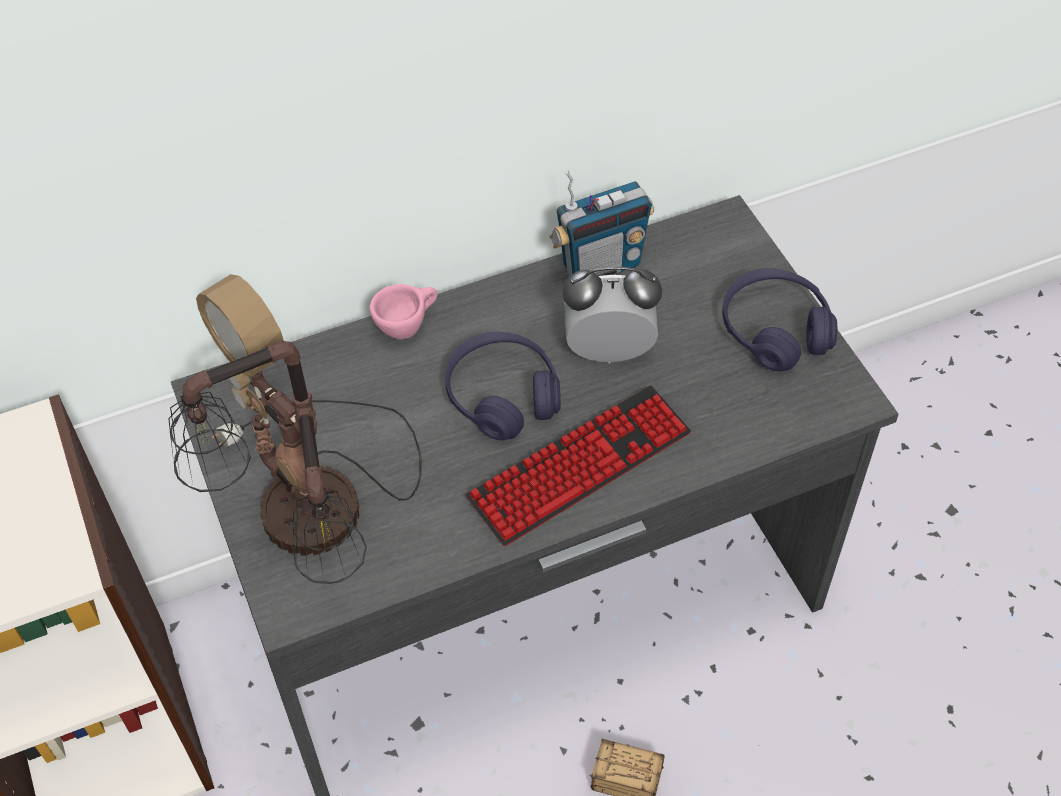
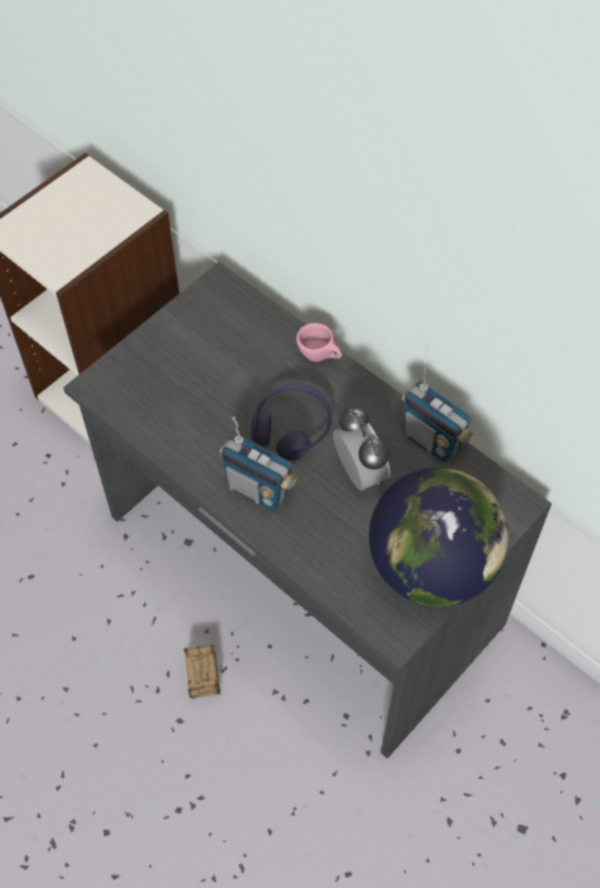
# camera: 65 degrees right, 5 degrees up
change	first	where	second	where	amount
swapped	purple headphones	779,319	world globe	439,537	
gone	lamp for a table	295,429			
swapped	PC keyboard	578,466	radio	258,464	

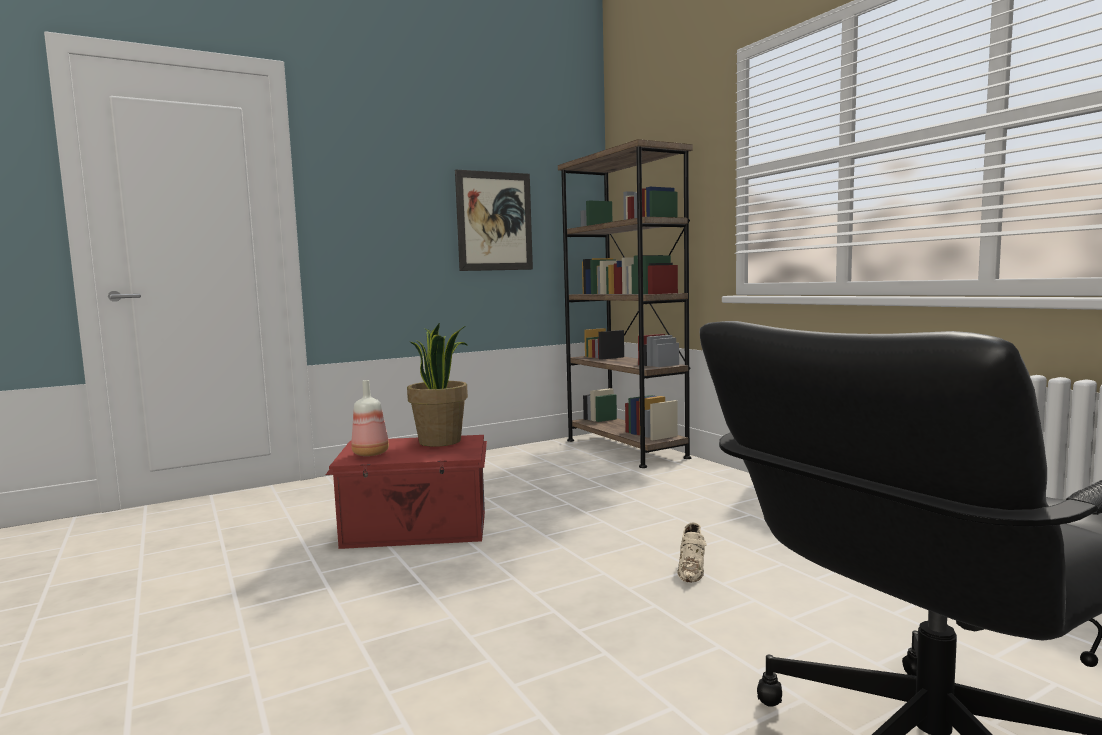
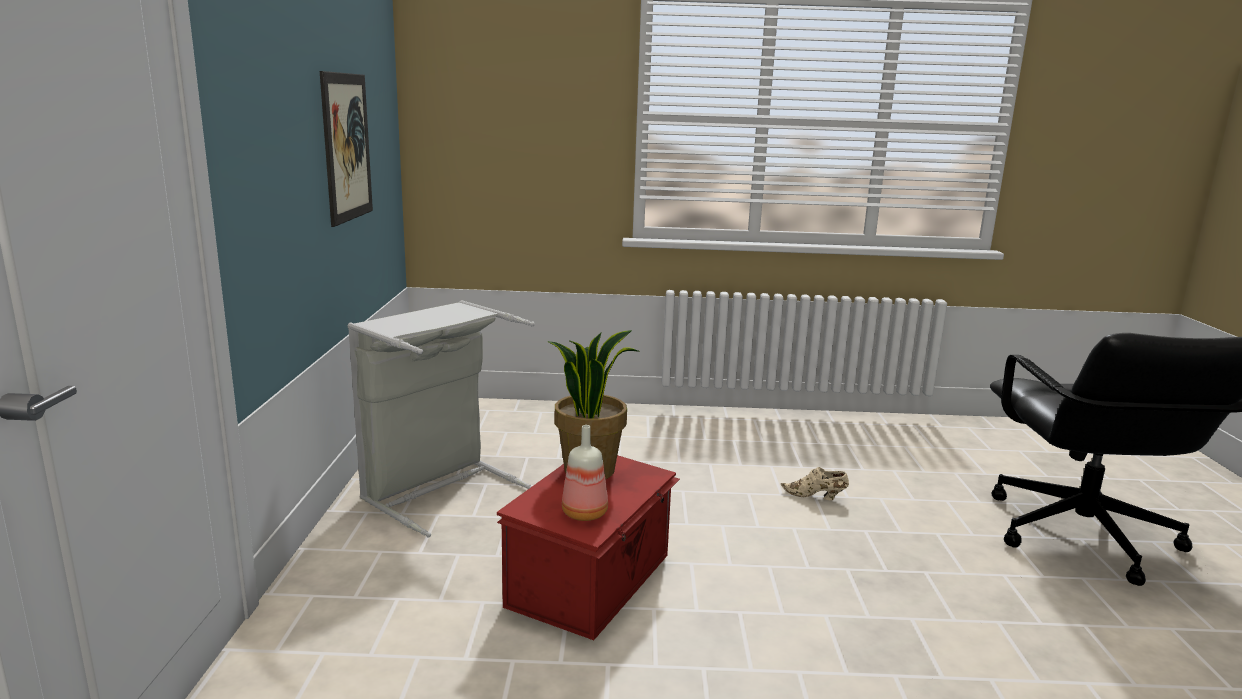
# camera: 60 degrees left, 10 degrees up
change	first	where	second	where	amount
gone	brown bookshelf	625,303			
rotated	sand-coloured item of footwear	692,552		815,483	150 degrees clockwise
new			greyish laundry basket	441,418	

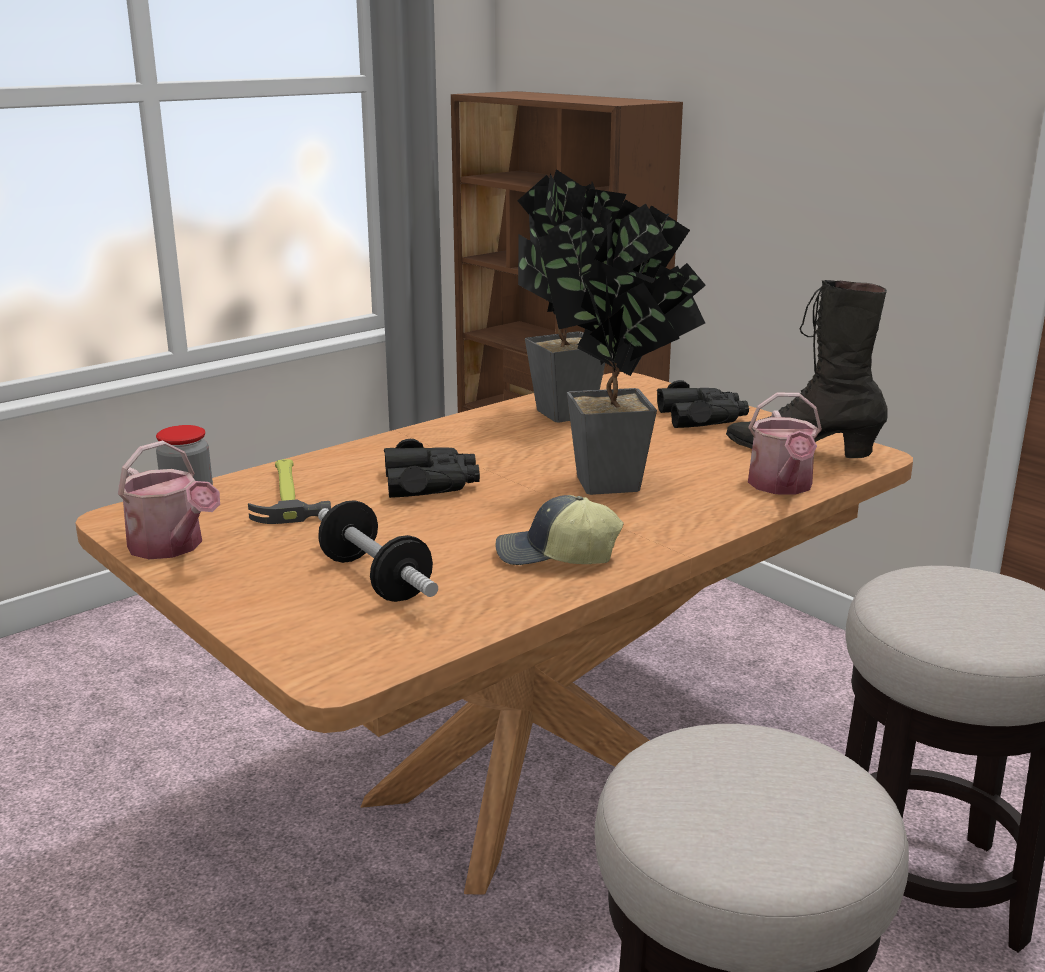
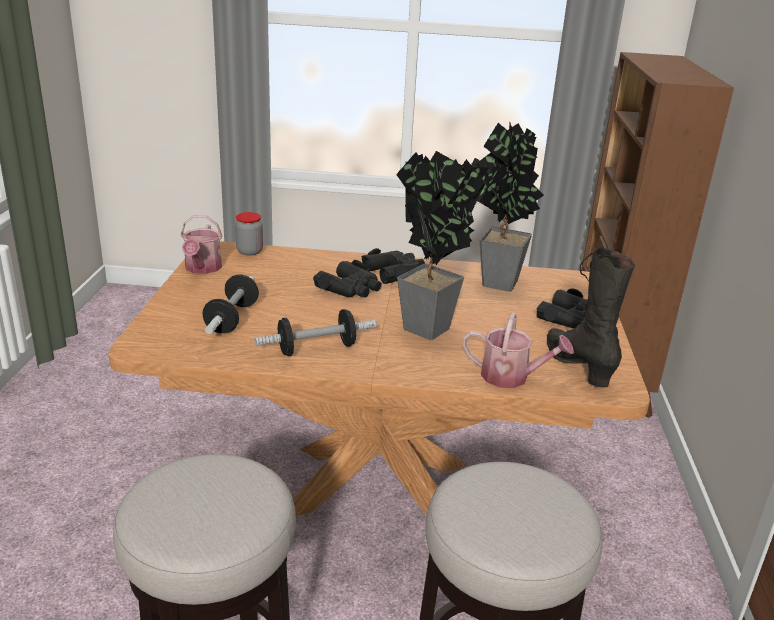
# camera: 45 degrees right, 5 degrees up
change	first	where	second	where	amount
rotated	watering pot	785,444		518,350	120 degrees counterclockwise
gone	tool hammer	289,491			
swapped	cap	559,530	dumbbell	315,332	
new			blackish binoculars	393,266	

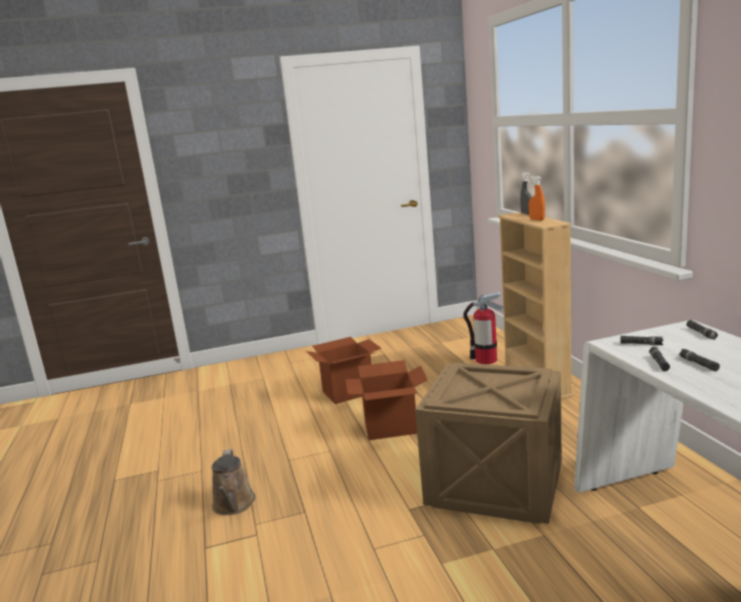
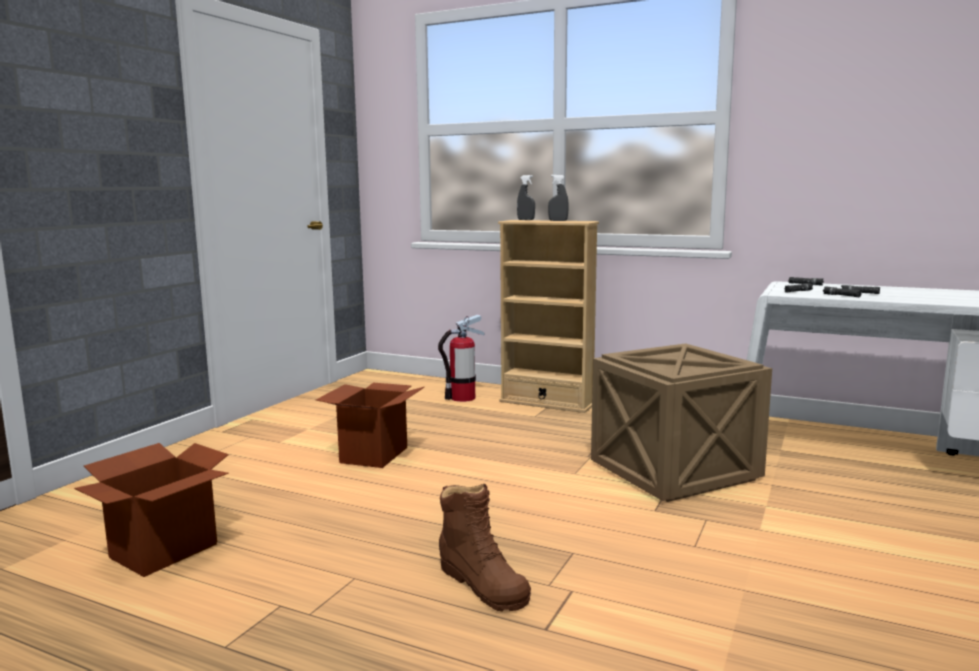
# camera: 50 degrees left, 5 degrees down
change	first	where	second	where	amount
repainted	orange hand sprayer	537,198	greyish hand sprayer	558,198	
shifted	cardboard box	386,400		151,510	
swapped	brown watering pot	234,482	brown tall boot	485,547	

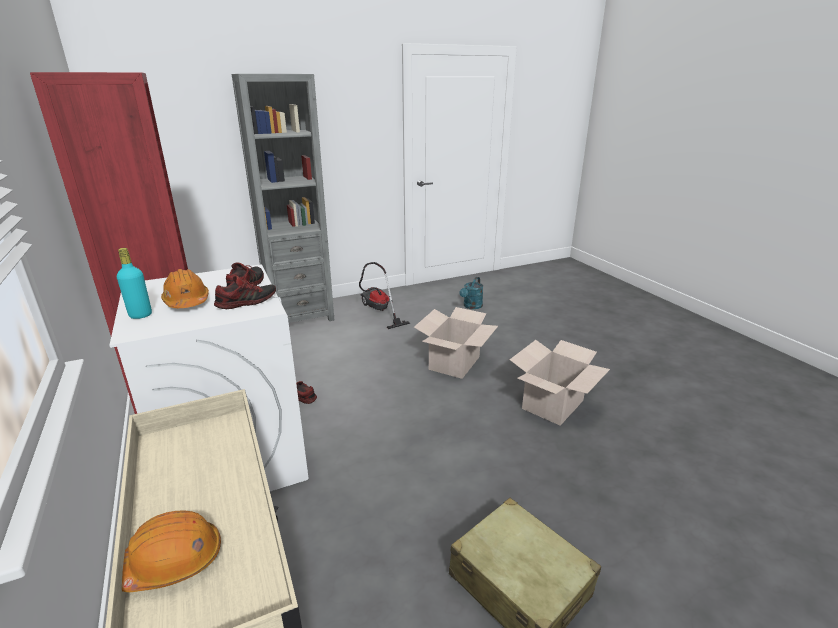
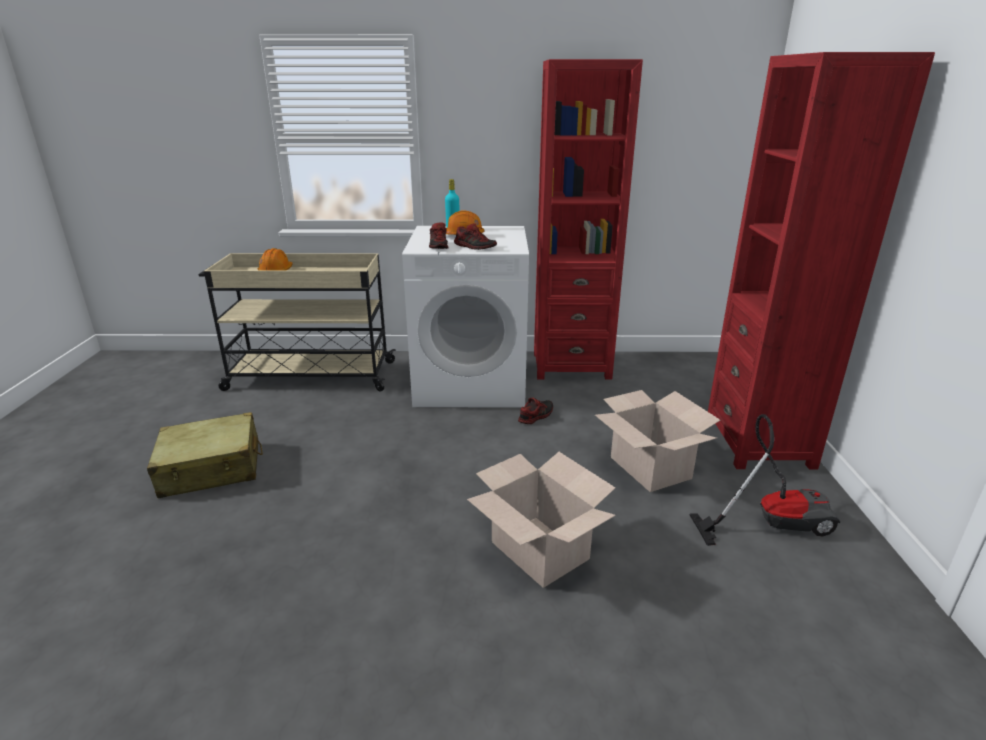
# camera: 115 degrees right, 0 degrees up
change	first	where	second	where	amount
repainted	greyish bookshelf	283,198	red bookshelf	821,261	
gone	turquoise watering pot	471,293			
shifted	cardboard box	560,383		657,441	

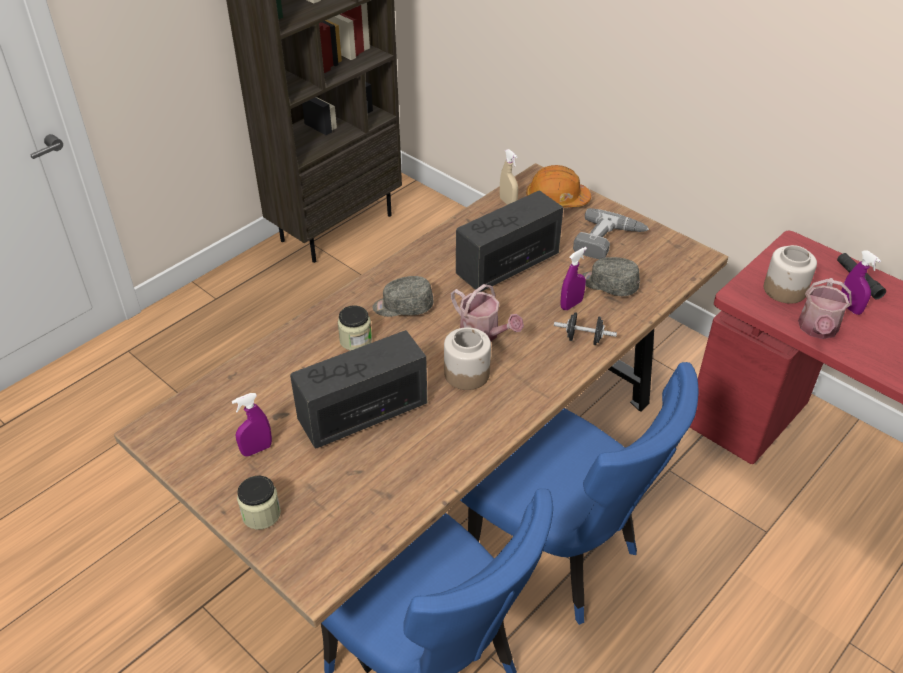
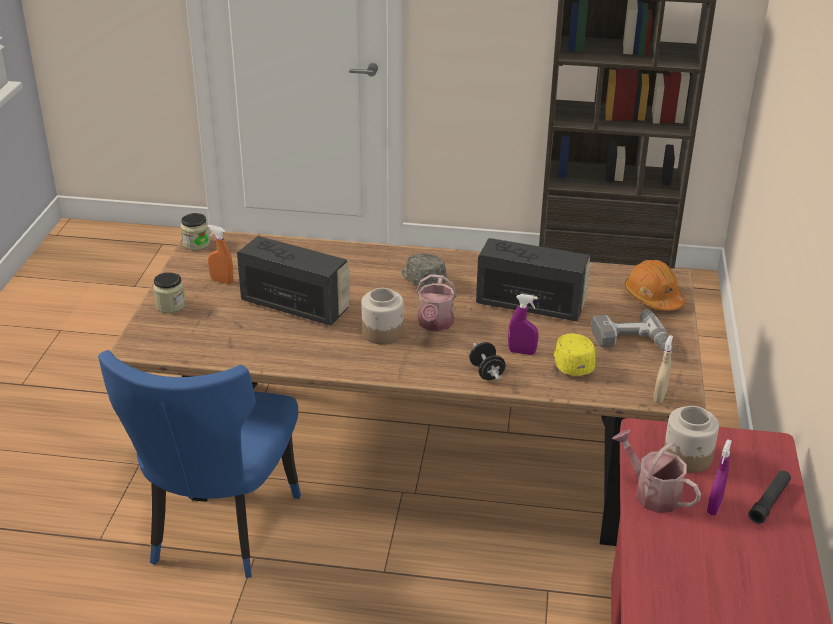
# camera: 55 degrees right, 10 degrees down
change	first	where	second	where	amount
shifted	sand-coloured hand sprayer	509,177		663,369	
repainted	greyish cap	611,276	yellowish cap	574,355	
rotated	watering pot	825,308		656,471	60 degrees clockwise
shifted	storage jar	355,328		195,231	
gone	bluish upright chair	579,493			
repainted	purple hand sprayer	252,424	orange hand sprayer	220,254	

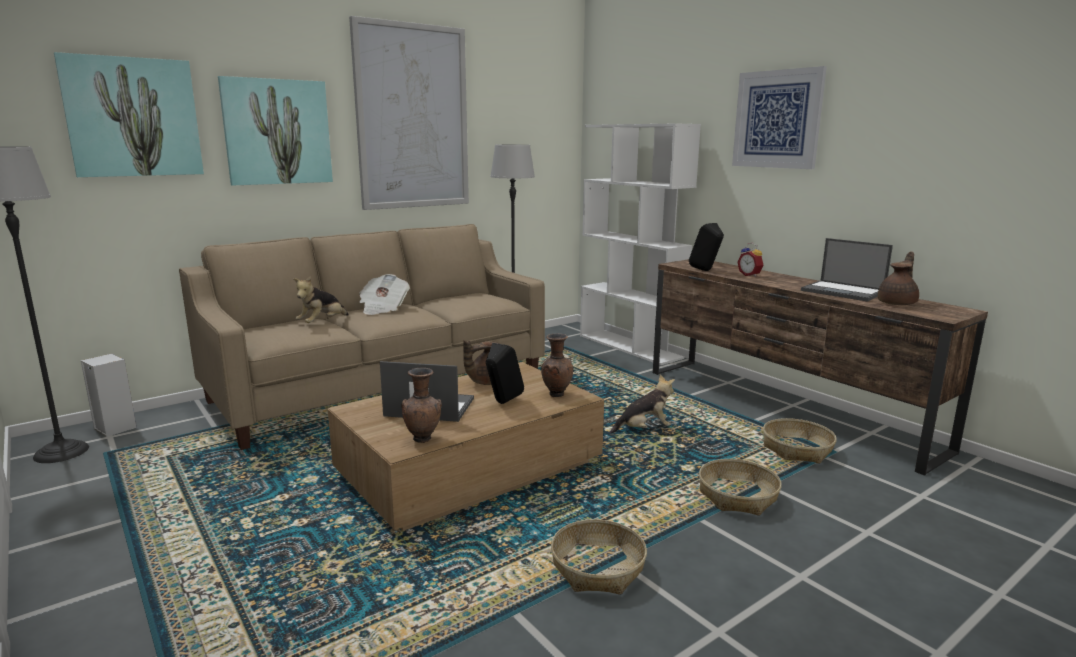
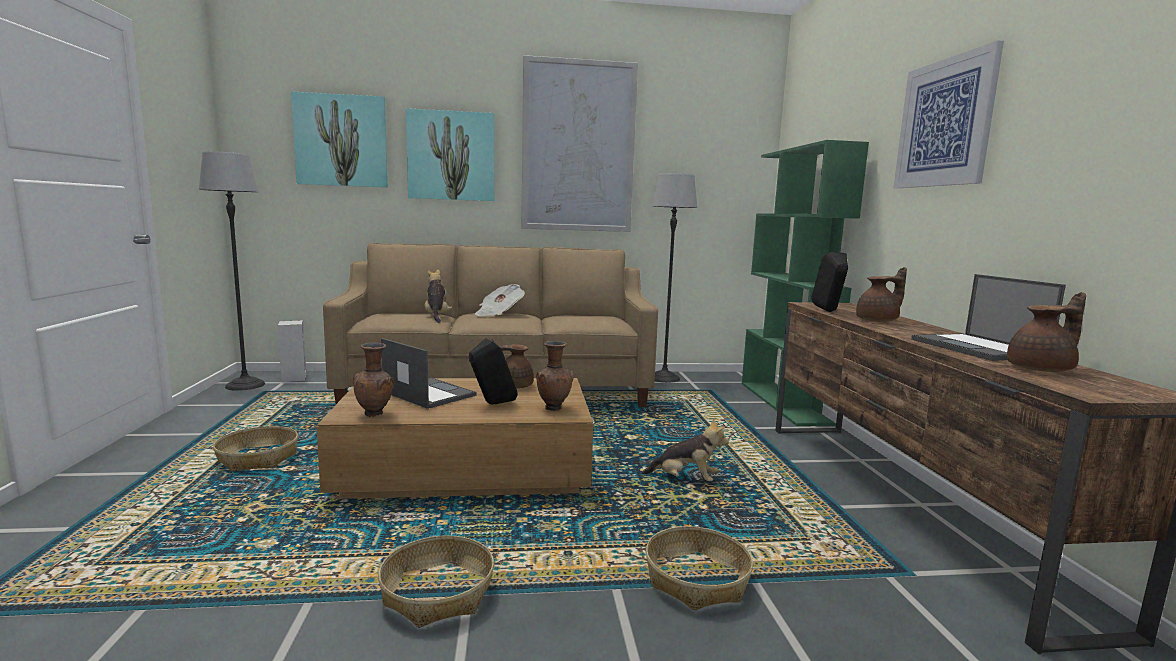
# camera: 30 degrees right, 5 degrees down
change	first	where	second	where	amount
repainted	white-coloured bookshelf	640,244	greenish bookshelf	805,283	
swapped	alarm clock	750,260	brown pot for tea	881,294	
rotated	soft toy	321,300		438,296	105 degrees clockwise
shifted	household basket	800,441		255,448	

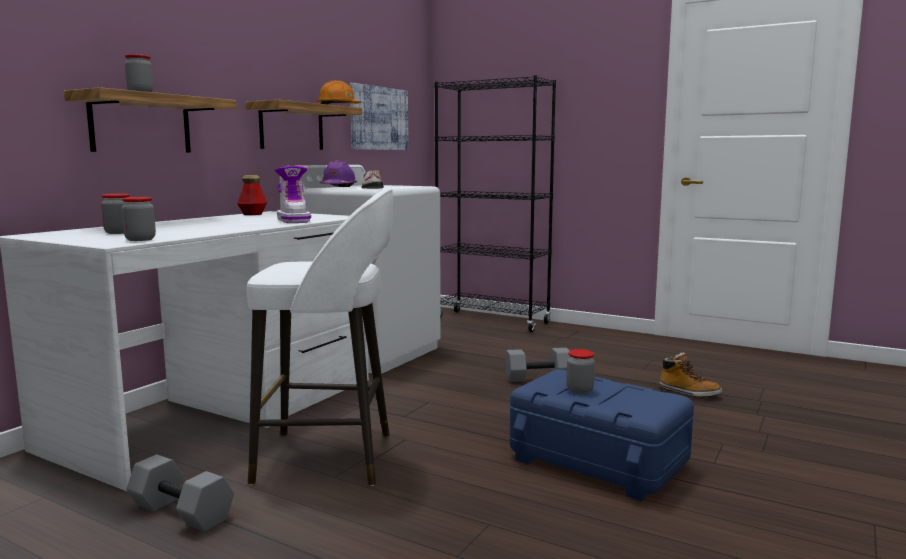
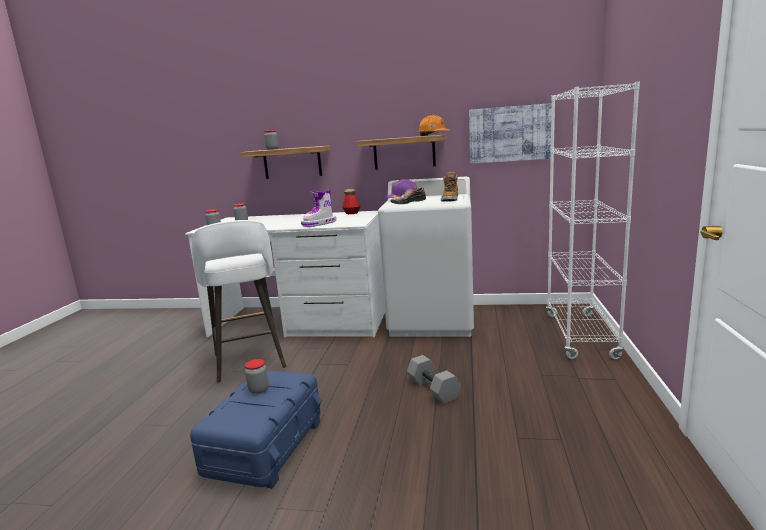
# camera: 70 degrees right, 5 degrees up
change	first	where	second	where	amount
repainted	blackish bookshelf	495,203	white-coloured bookshelf	593,221	
shifted	tall boot	690,375		449,187	
gone	greyish dumbbell	180,493			

